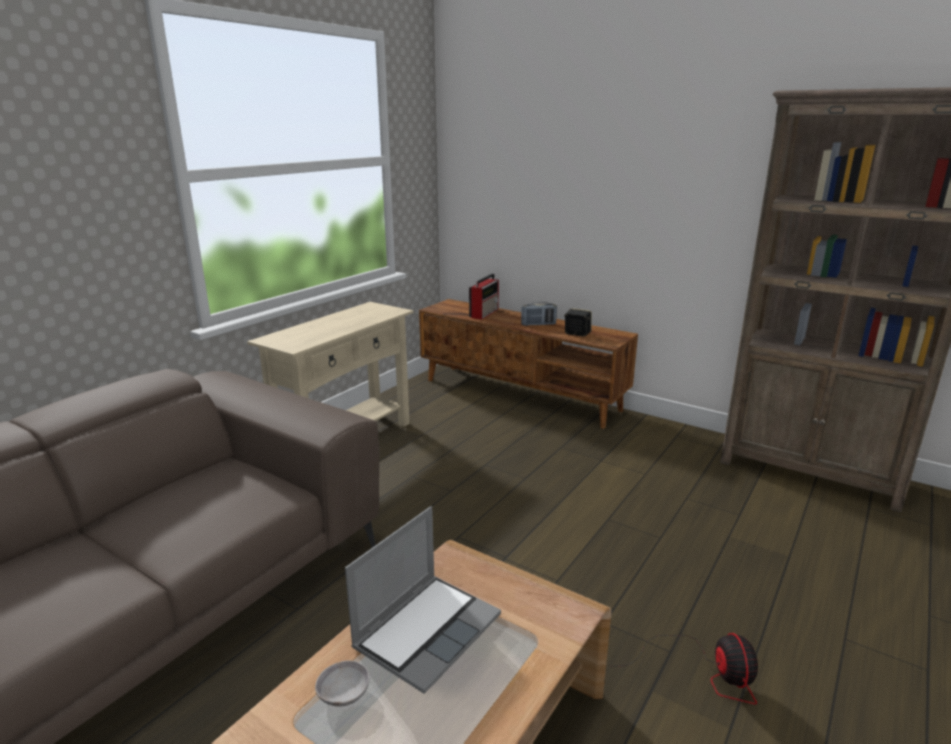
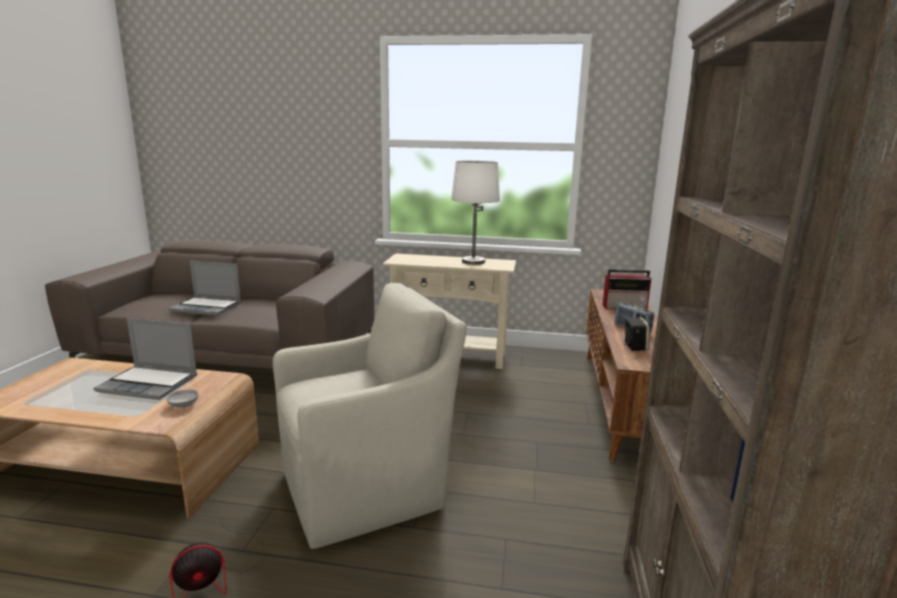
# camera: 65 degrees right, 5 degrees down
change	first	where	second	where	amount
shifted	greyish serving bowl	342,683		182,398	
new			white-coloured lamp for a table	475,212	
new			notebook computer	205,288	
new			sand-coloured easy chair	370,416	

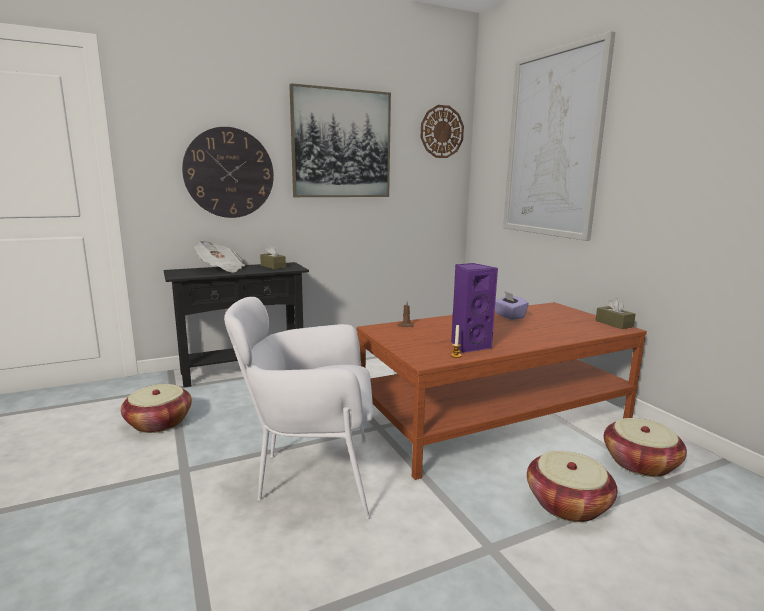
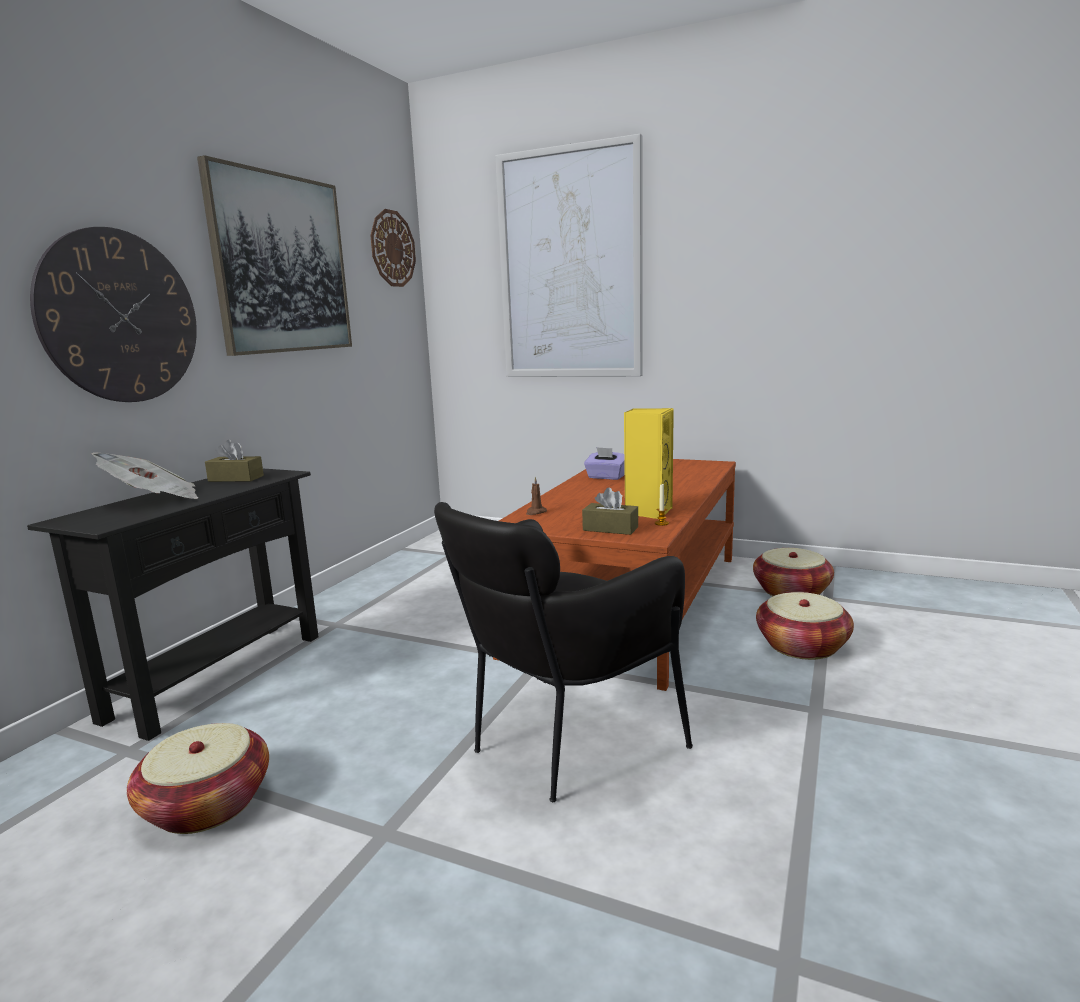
# camera: 40 degrees left, 0 degrees up
change	first	where	second	where	amount
repainted	purple audio speaker	474,308	yellowish audio speaker	649,463	
repainted	white-coloured easy chair	298,408	blackish easy chair	563,652	
shifted	brown tissue box	615,313		610,511	

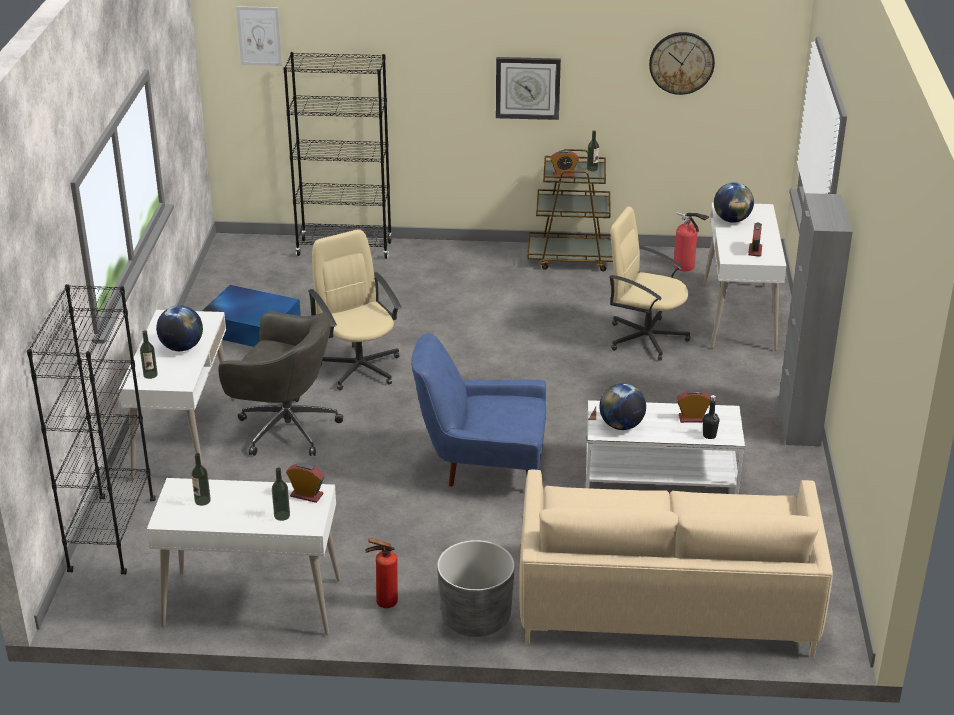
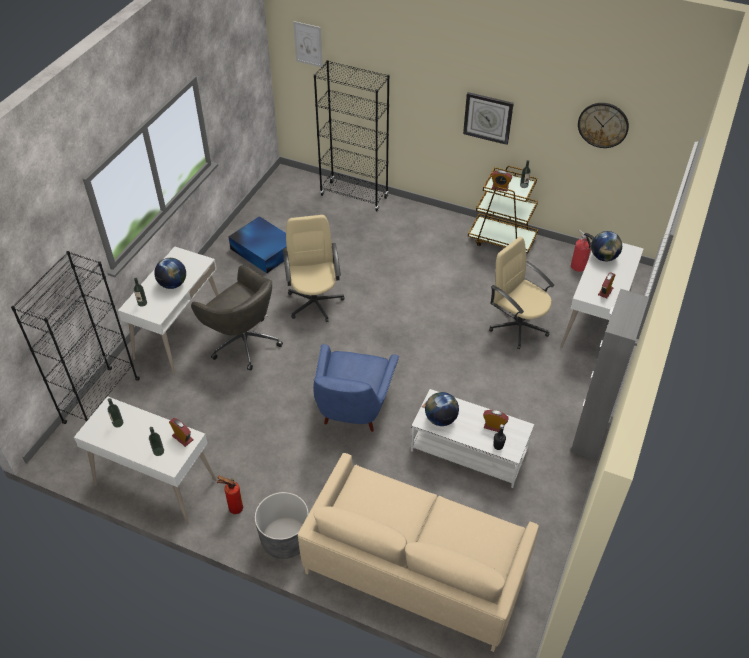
# camera: 20 degrees right, 15 degrees up
change	first	where	second	where	amount
rotated	bluish easy chair	478,410		356,388	105 degrees counterclockwise

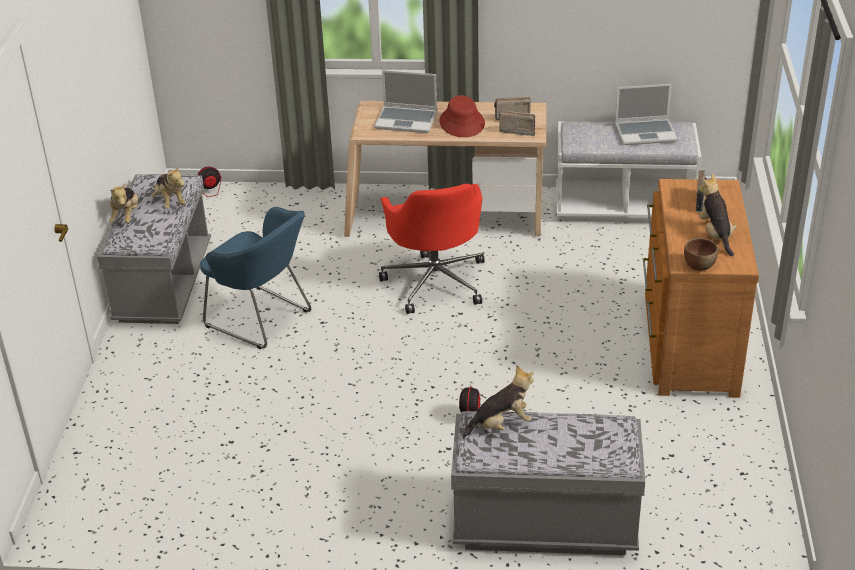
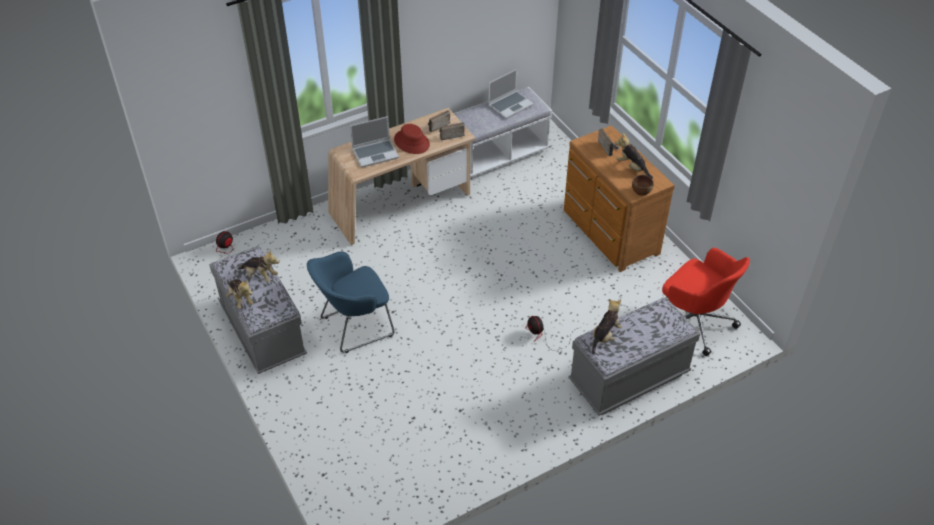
# camera: 35 degrees left, 10 degrees up
change	first	where	second	where	amount
shifted	red computer chair	432,249		706,302	
rotated	bluish easy chair	255,278		351,302	150 degrees clockwise

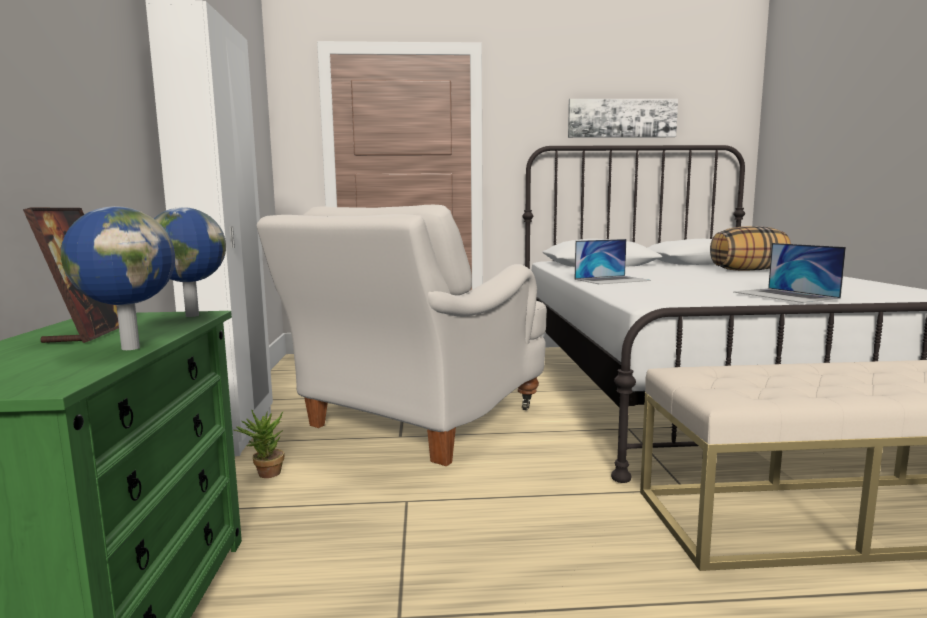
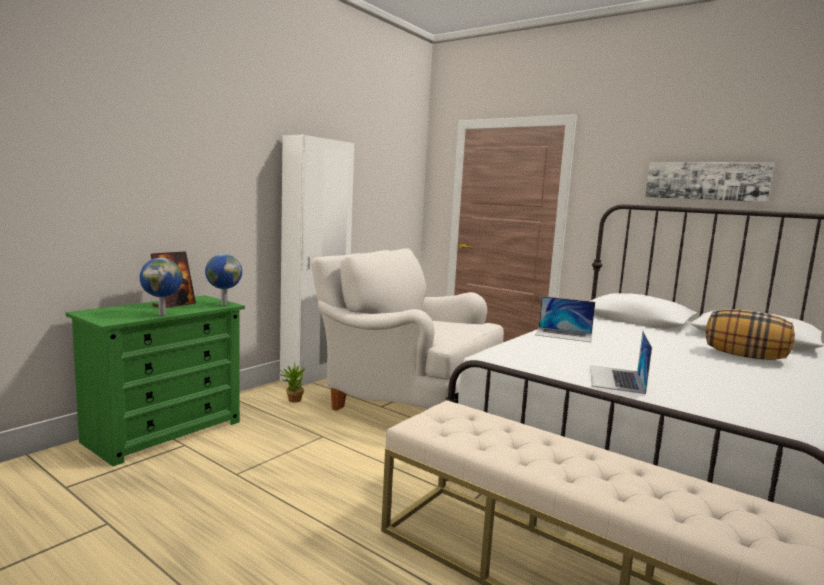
# camera: 40 degrees right, 0 degrees up
change	first	where	second	where	amount
rotated	white-coloured easy chair	401,335		407,329	45 degrees clockwise

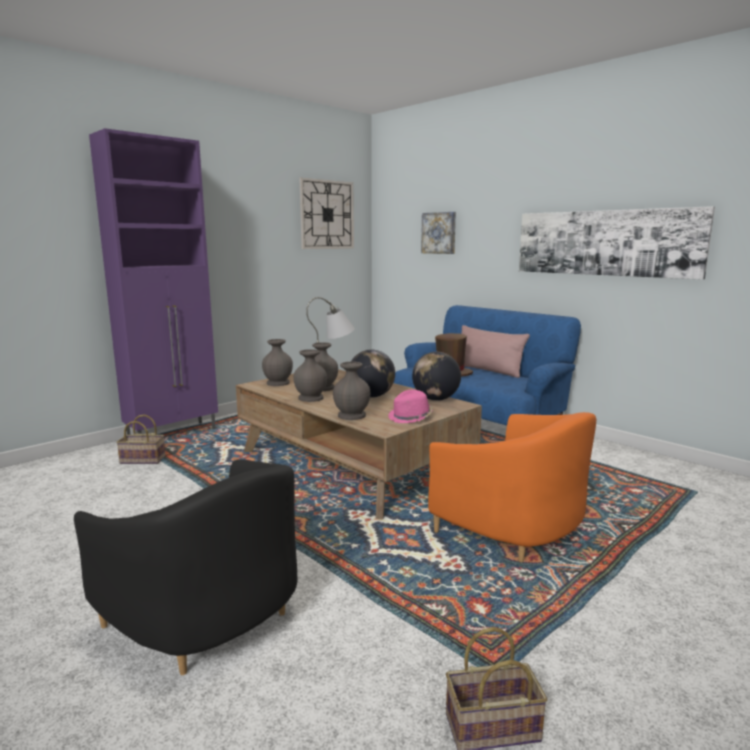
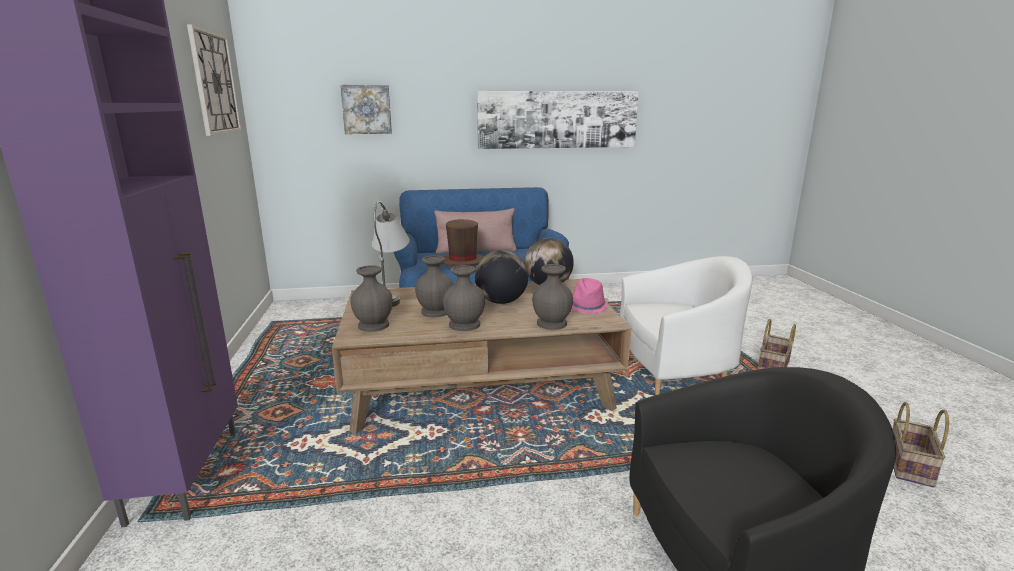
# camera: 55 degrees left, 5 degrees up
change	first	where	second	where	amount
repainted	orange easy chair	512,487	white-coloured easy chair	686,325	
shifted	household basket	141,439		777,344	

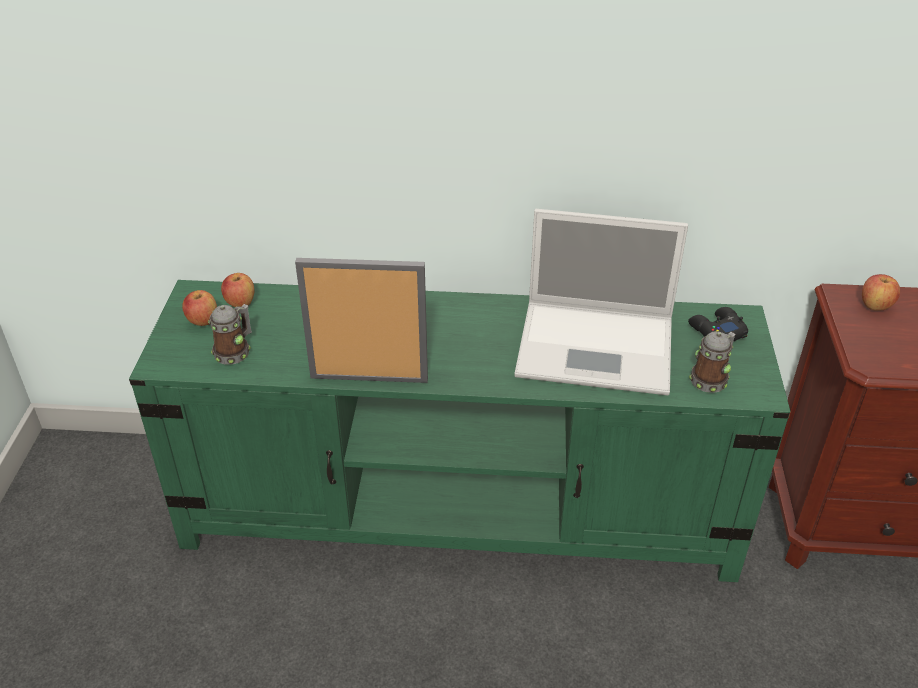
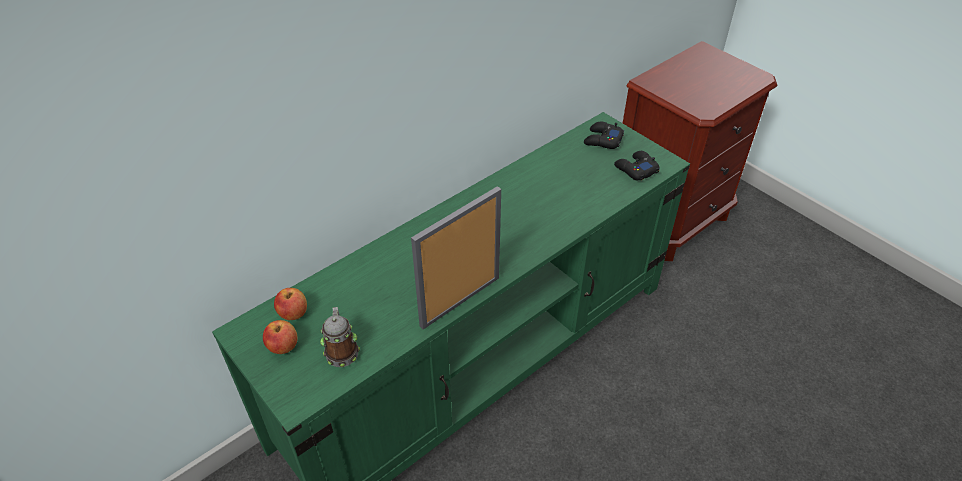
# camera: 45 degrees left, 5 degrees up
change	first	where	second	where	amount
gone	notebook computer	601,302			
gone	apple fruit	881,292			
swapped	tea mug	712,362	blackish gamepad	637,166	

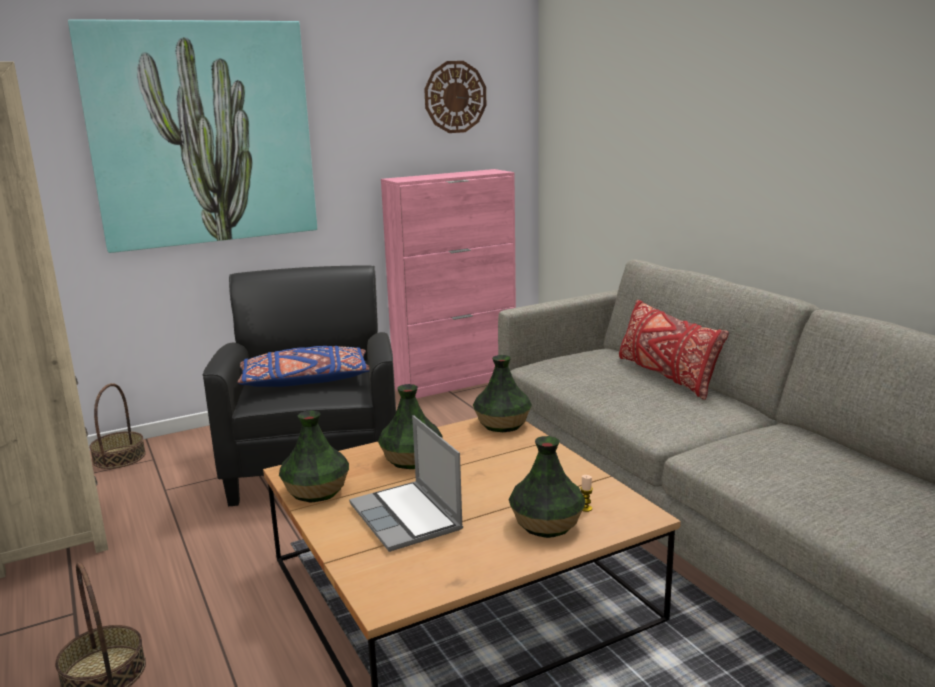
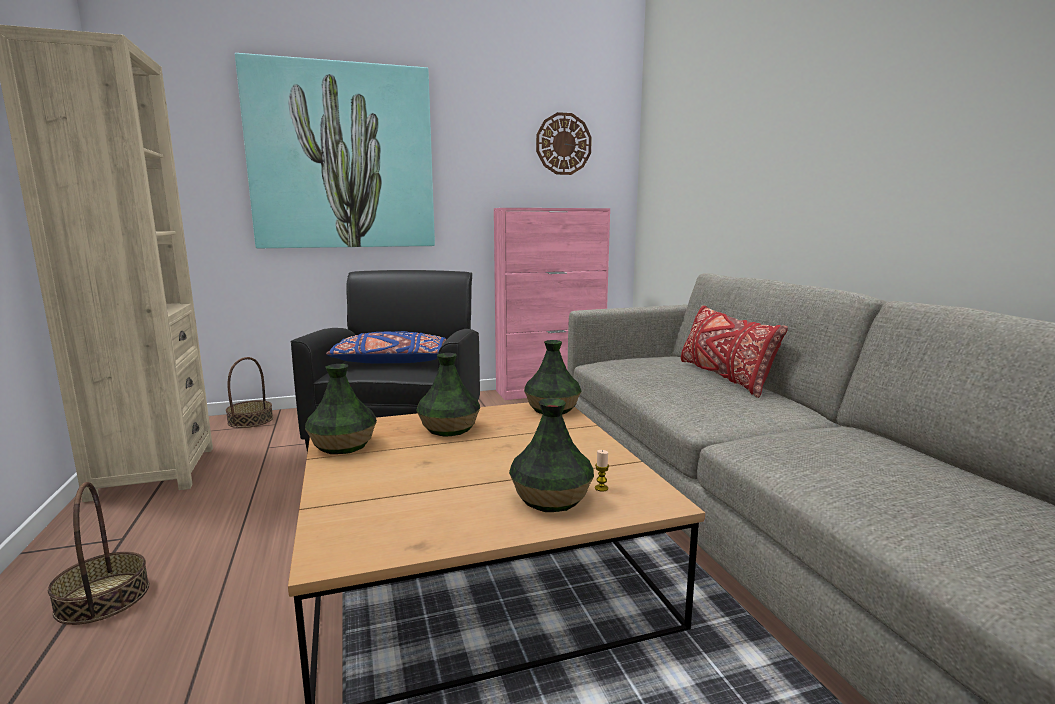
# camera: 10 degrees right, 5 degrees down
change	first	where	second	where	amount
gone	notebook computer	406,483			

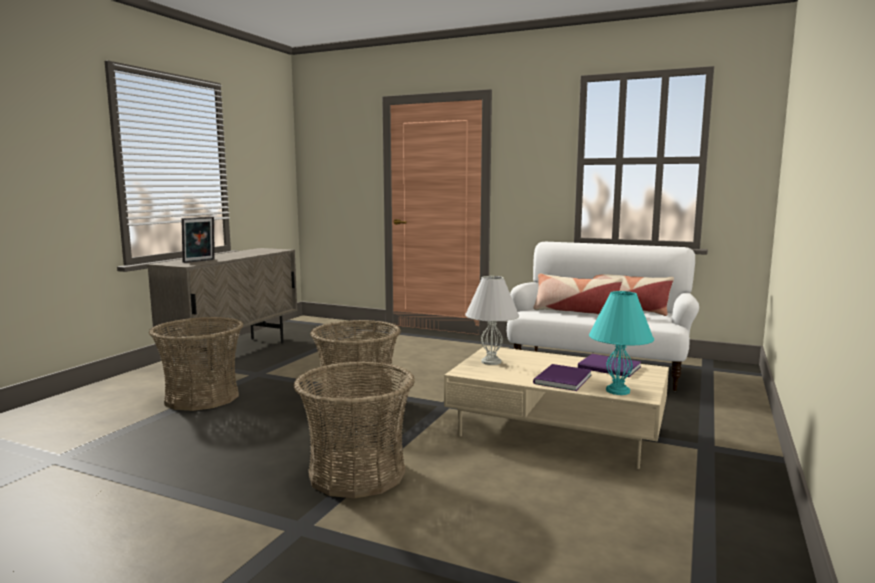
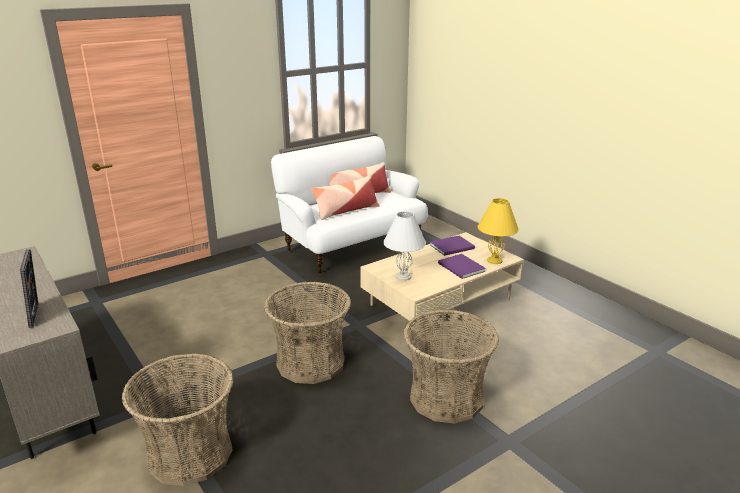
# camera: 60 degrees left, 15 degrees up
change	first	where	second	where	amount
repainted	turquoise lamp for a table	621,343	yellowish lamp for a table	498,231	

